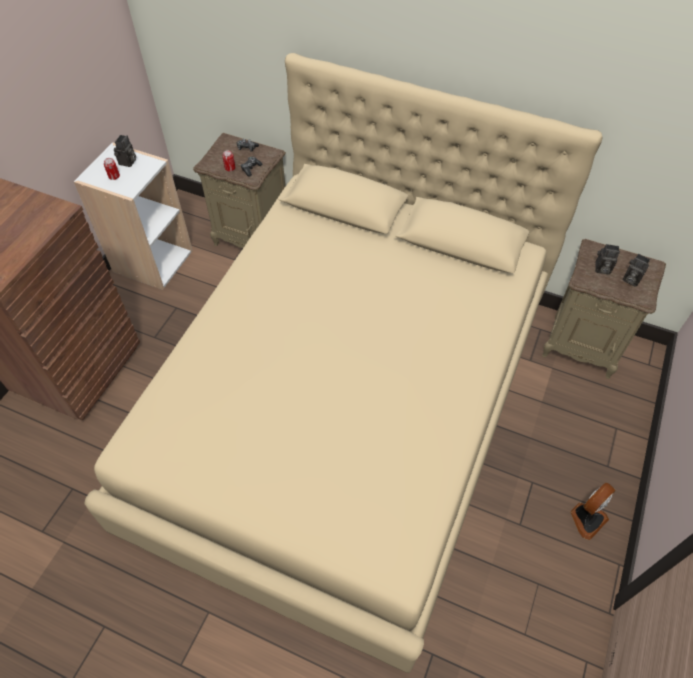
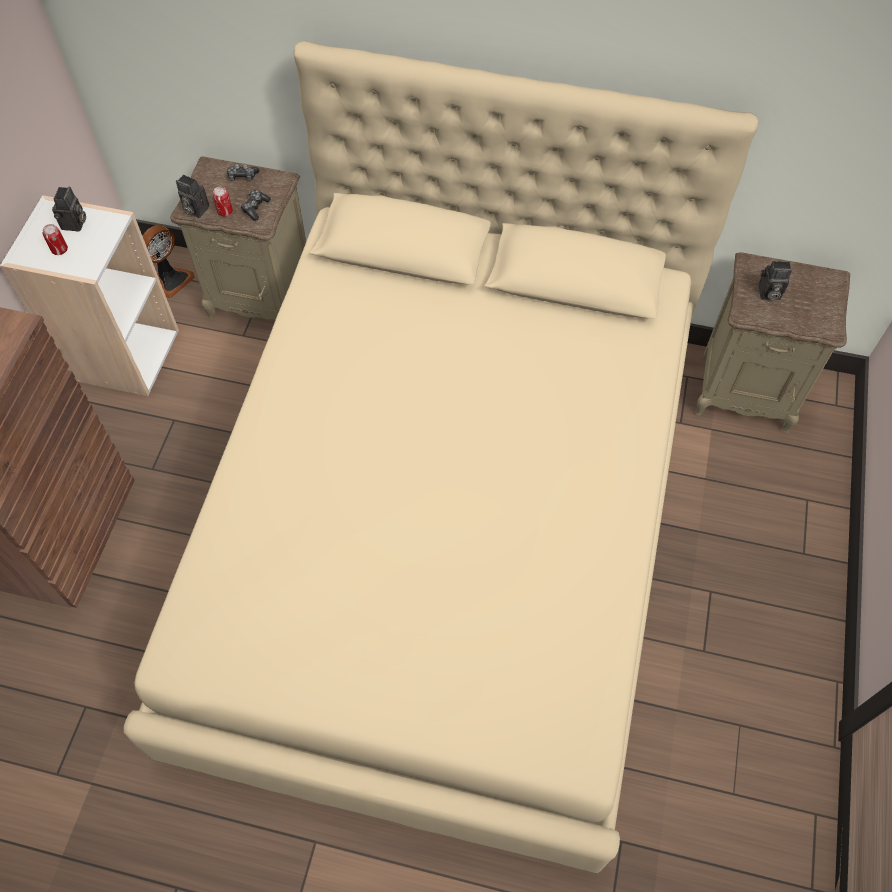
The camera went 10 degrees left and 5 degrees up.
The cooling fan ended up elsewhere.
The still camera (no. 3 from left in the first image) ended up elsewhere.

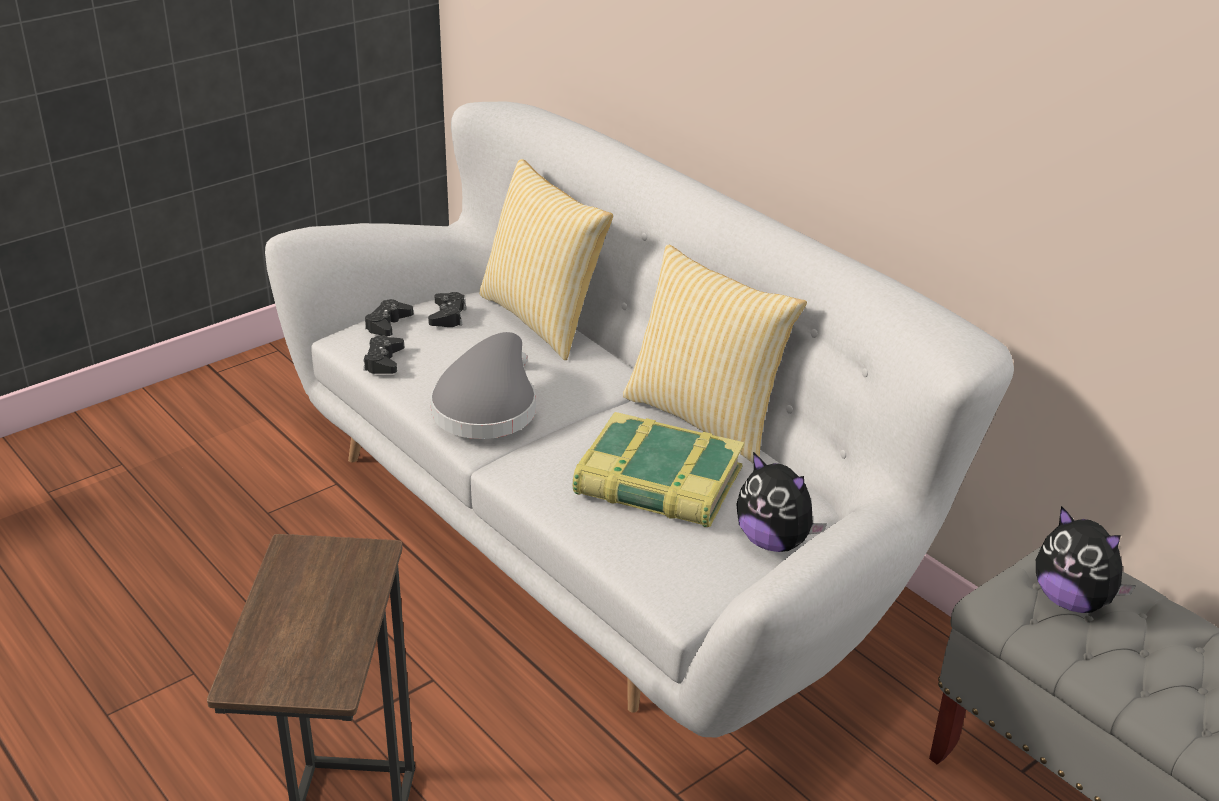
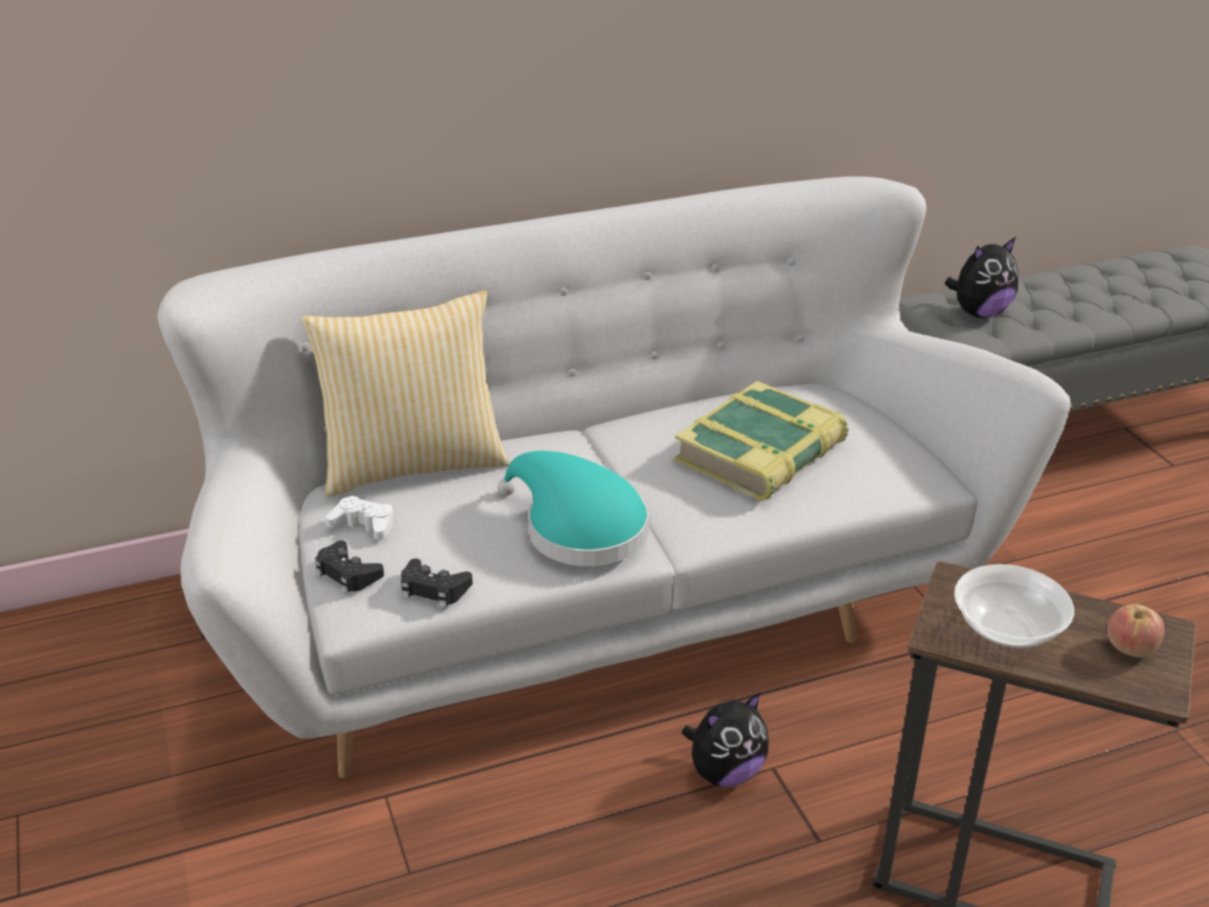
The camera went 70 degrees left and 0 degrees up.
What was the black-coloured joypad (no. 3 from left) turned into the white joypad.
What was the grey clothing hat turned into the blue-green clothing hat.
The soft toy (no. 1 from left) ended up elsewhere.
The second view gained the deep dish.
The second view gained the apple.
The second view lost the cushion (no. 2 from left).

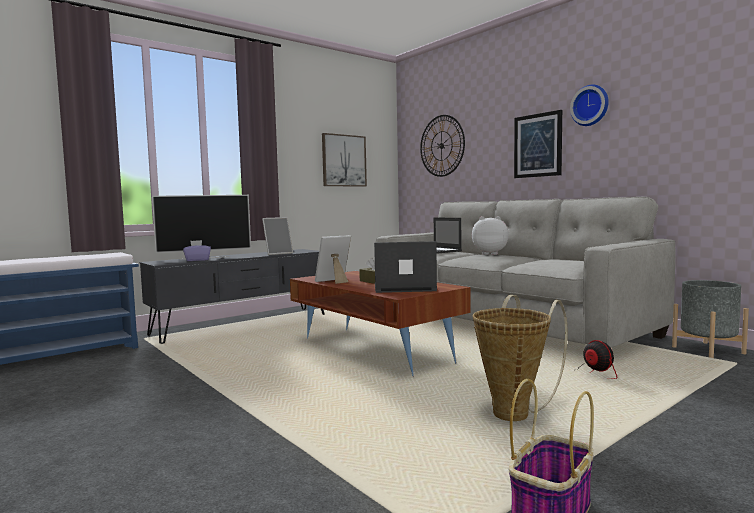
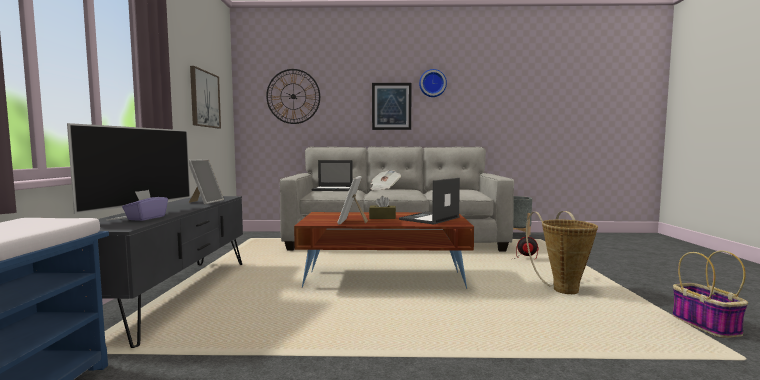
The camera went 50 degrees left and 0 degrees up.
Where the soft toy stood, the daily paper came to stand.

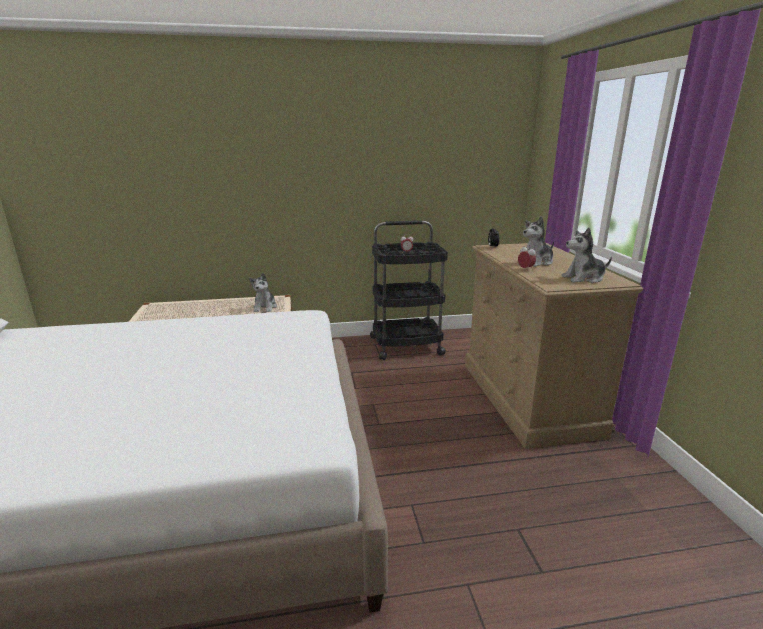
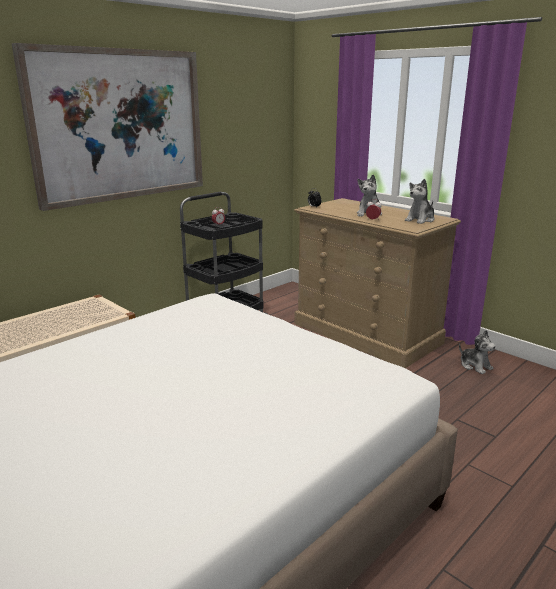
The camera went 35 degrees left and 0 degrees up.
The second view gained the wall picture.
The soft toy (no. 1 from left in the first image) ended up elsewhere.

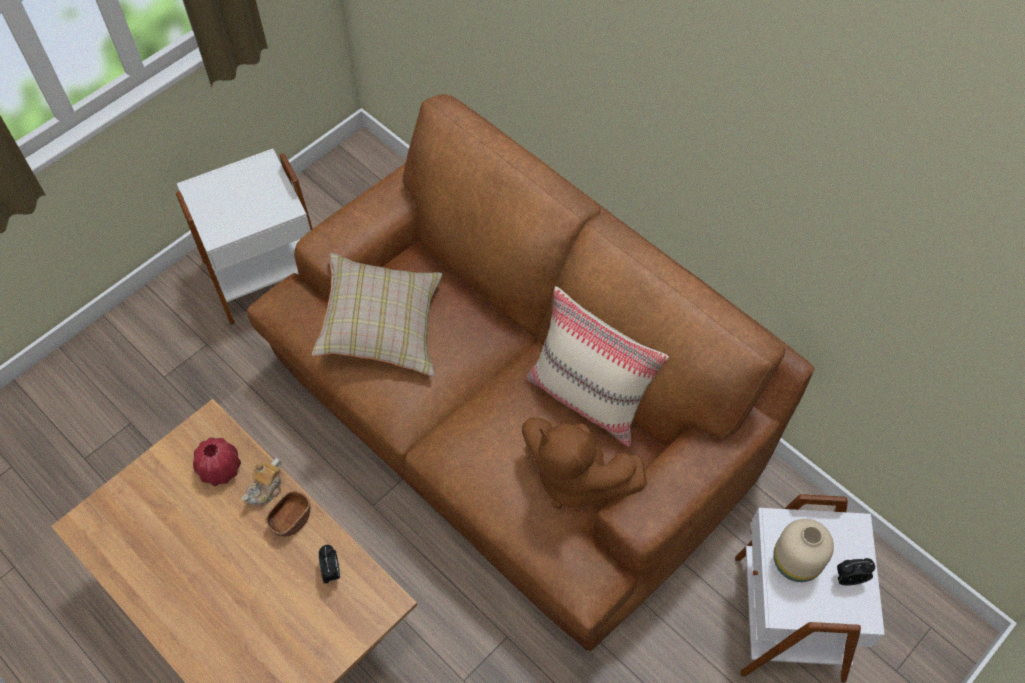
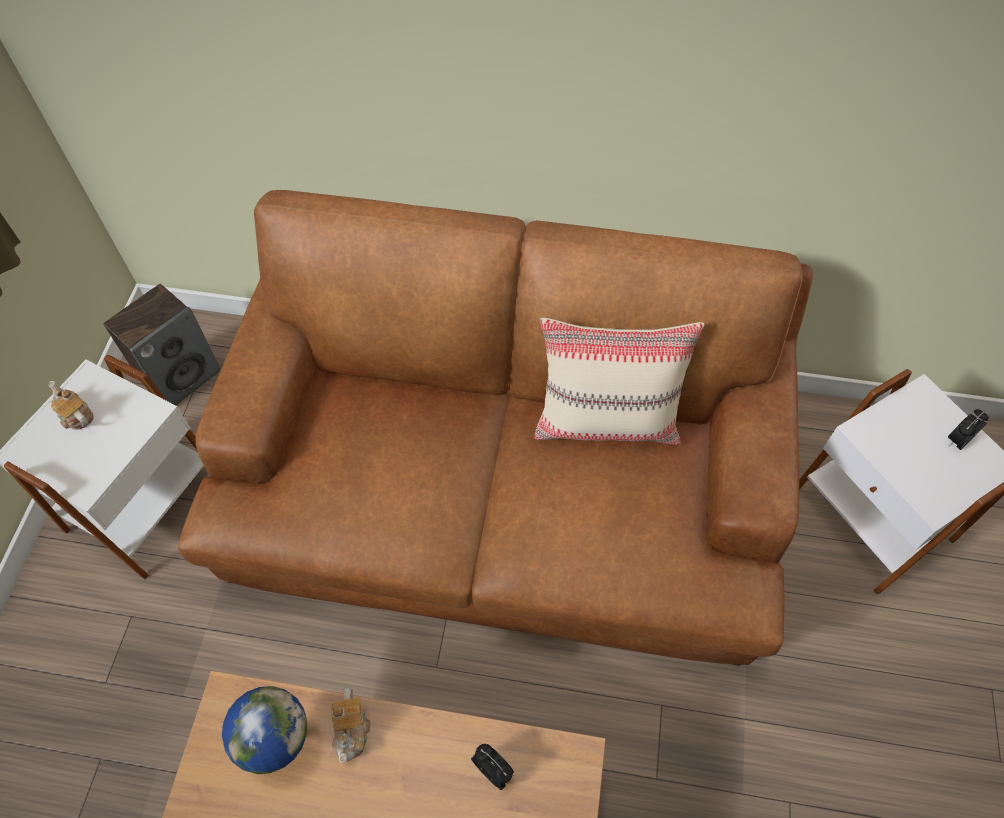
The camera went 35 degrees left and 0 degrees up.
The second view gained the teapot (no. 1 from left).
The second view gained the loudspeaker.
Where the red-coloured flower vase stood, the desk globe came to stand.
The second view lost the brown deep dish.
The second view lost the sand-coloured cushion (no. 1 from left).
The second view lost the brown soft toy.
The second view lost the sand-coloured flower vase.

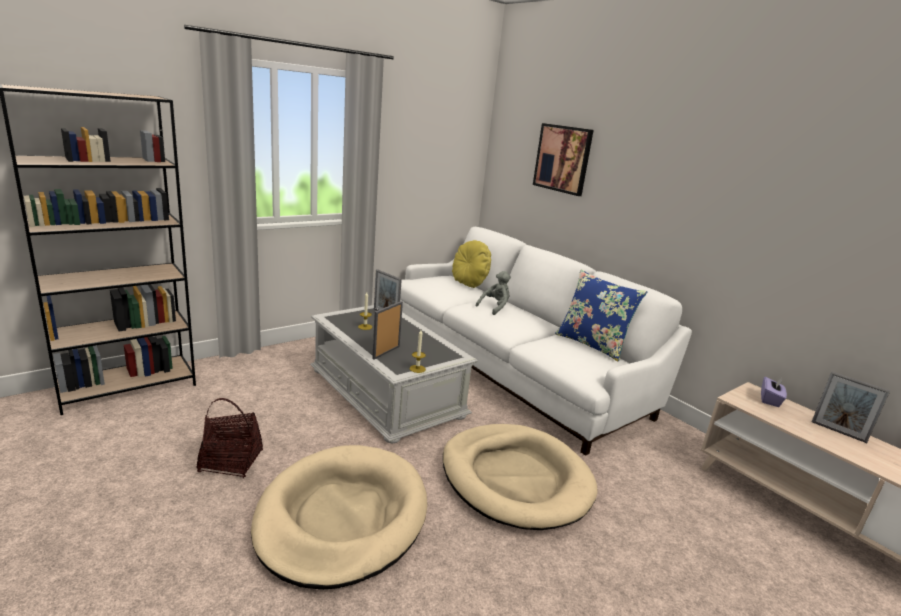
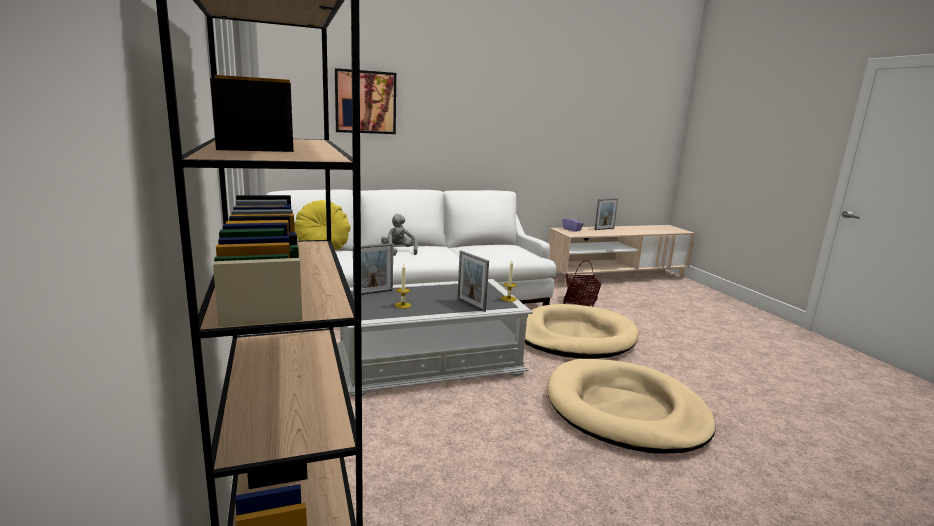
The camera went 70 degrees left and 5 degrees down.
The storage basket ended up elsewhere.
The second view lost the bluish cushion.

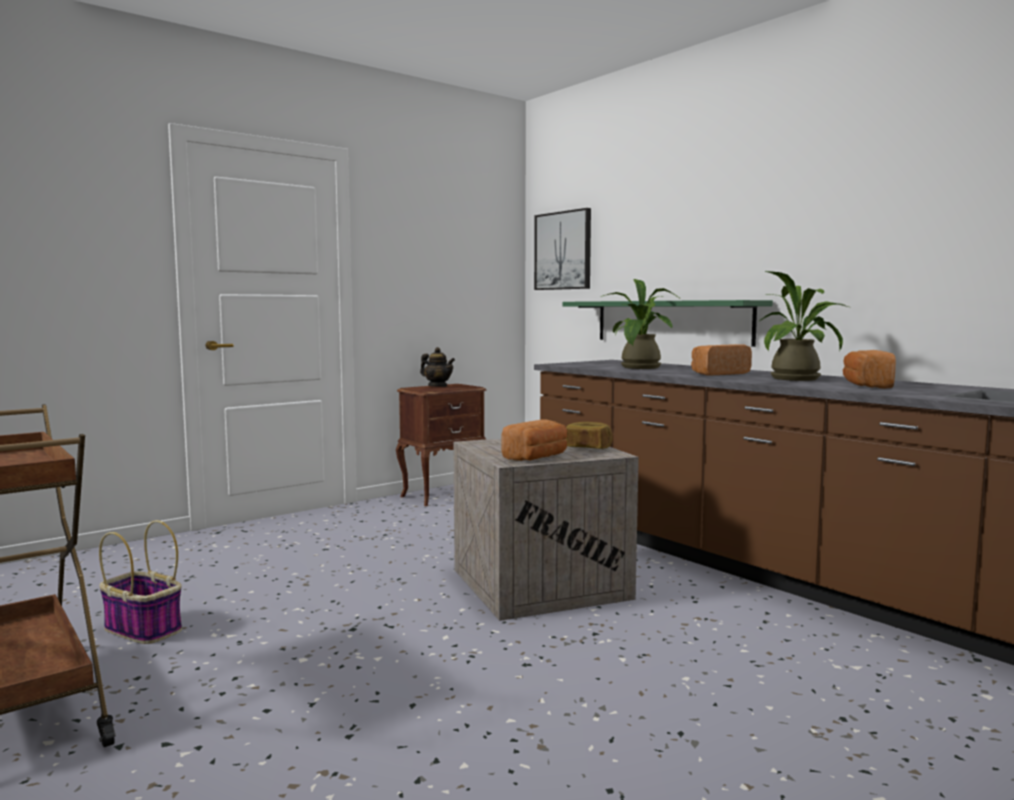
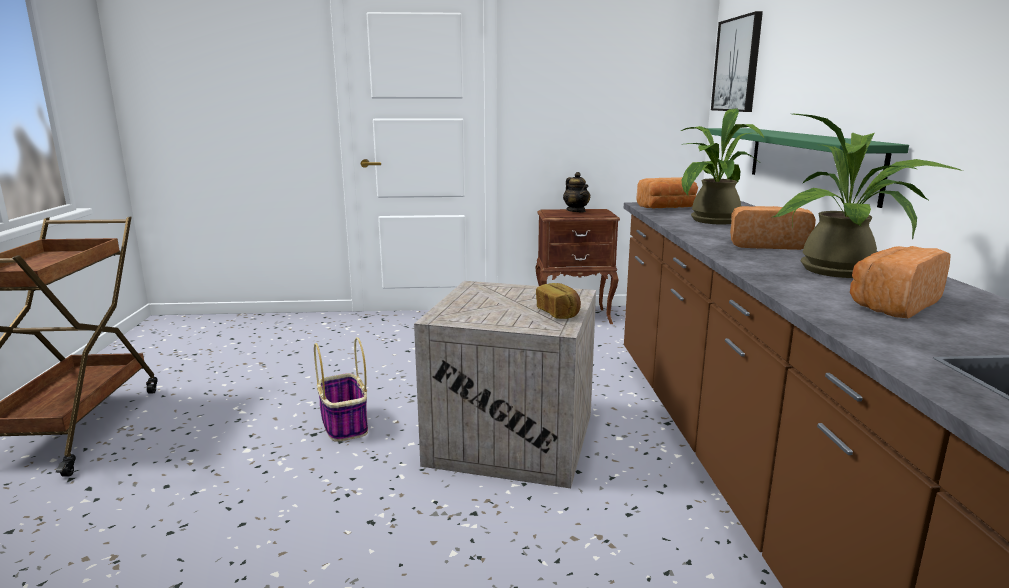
The camera went 35 degrees right and 10 degrees up.
The storage basket ended up elsewhere.
The bakery bread (no. 1 from left in the first image) ended up elsewhere.

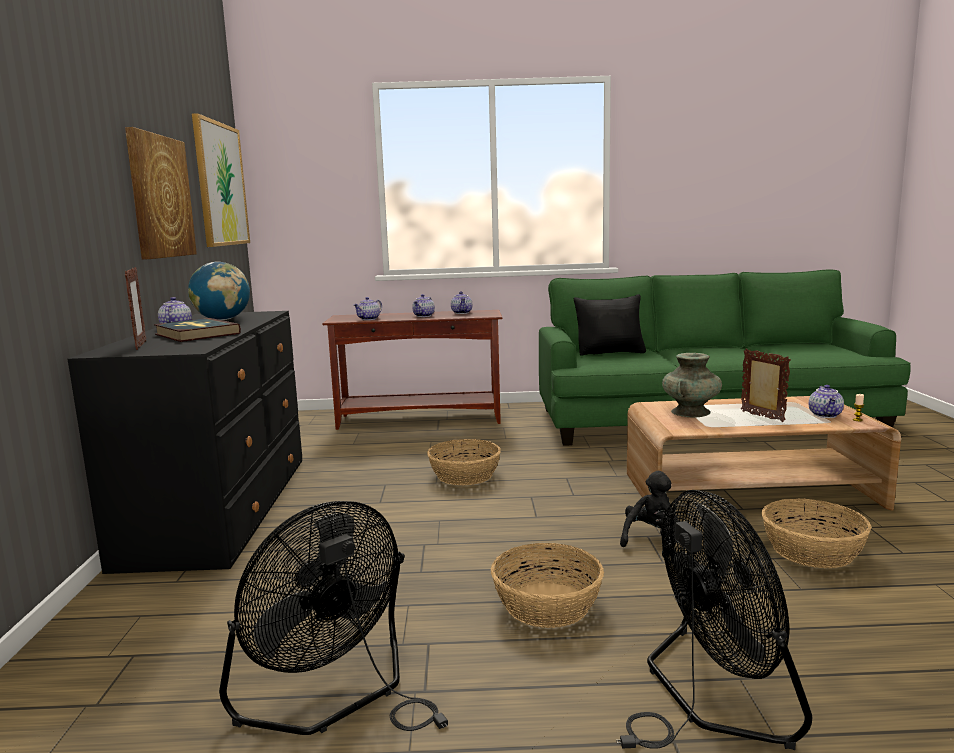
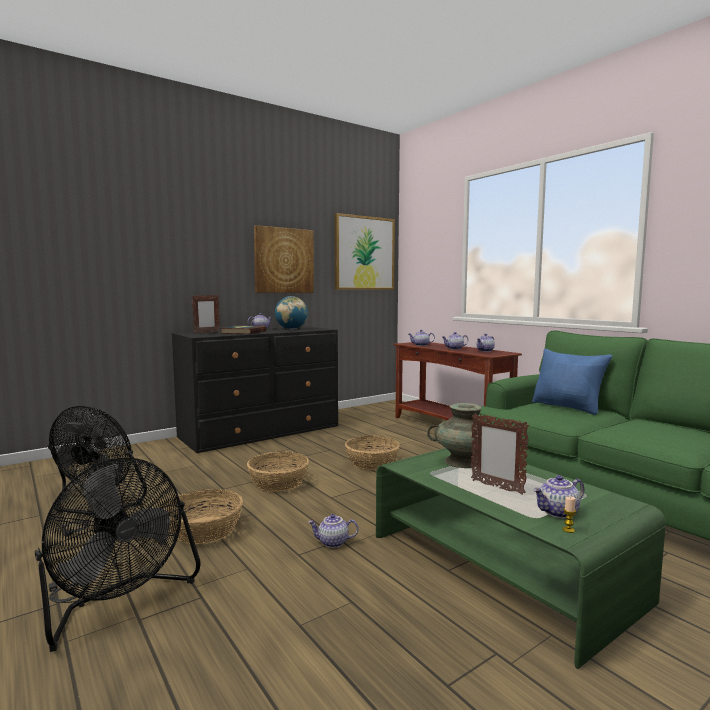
The camera went 55 degrees right and 5 degrees down.
The storage basket (no. 3 from left in the first image) ended up elsewhere.
Where the black-coloured soft toy stood, the teapot (no. 2 from left) came to stand.
What was the brown low table turned into the green-coloured low table.
The photo frame (no. 2 from left) ended up facing another way, 105 degrees clockwise from before.
What was the black-coloured cushion turned into the bluish cushion.

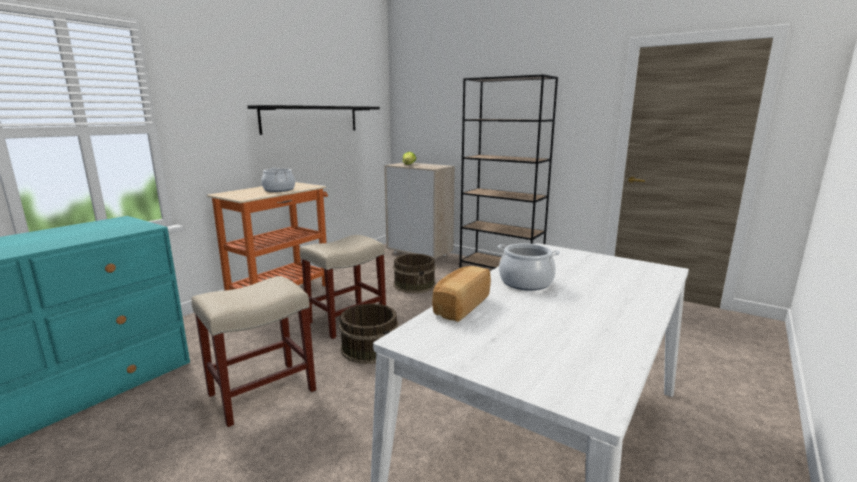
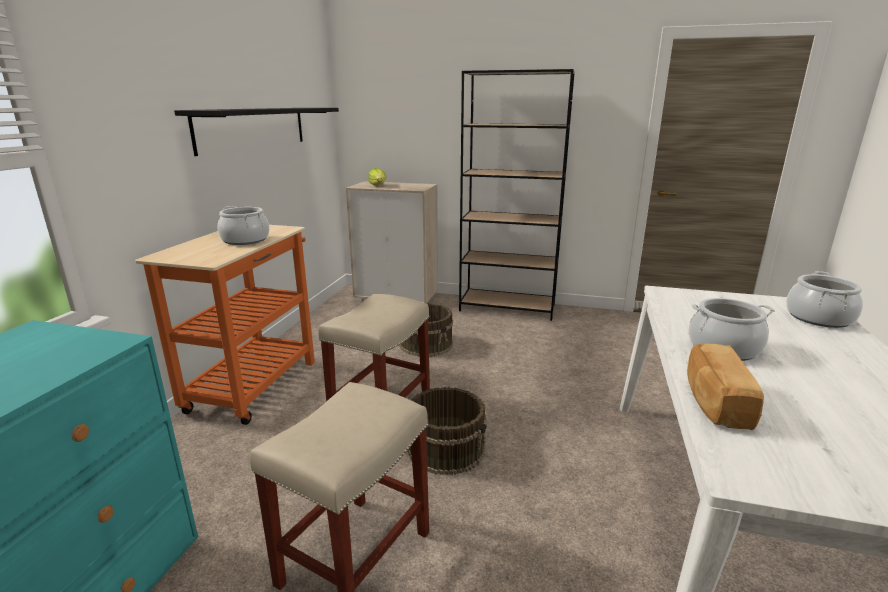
The camera went 20 degrees left and 5 degrees up.
The second view gained the saucepot (no. 3 from left).

